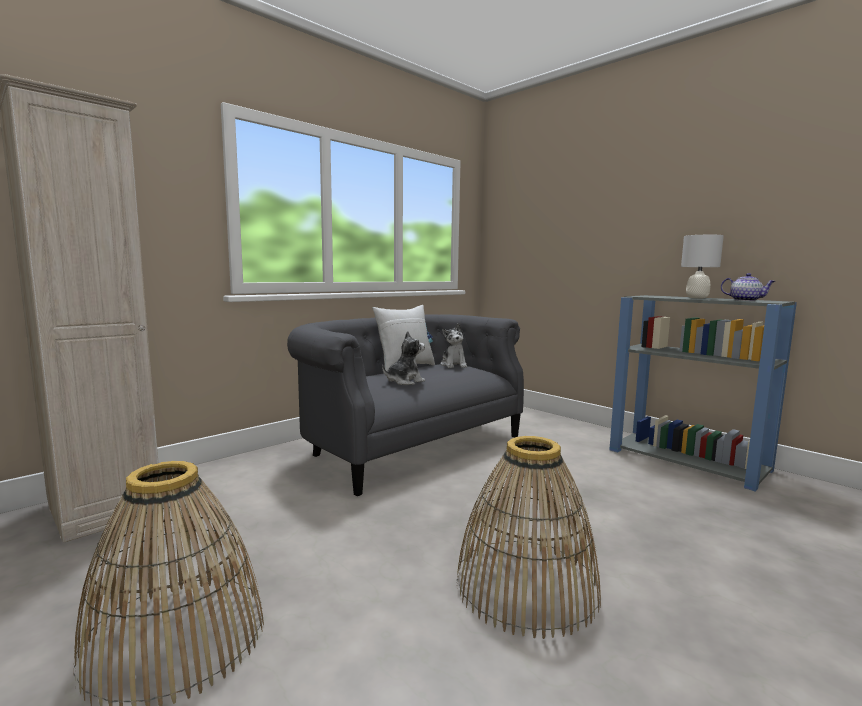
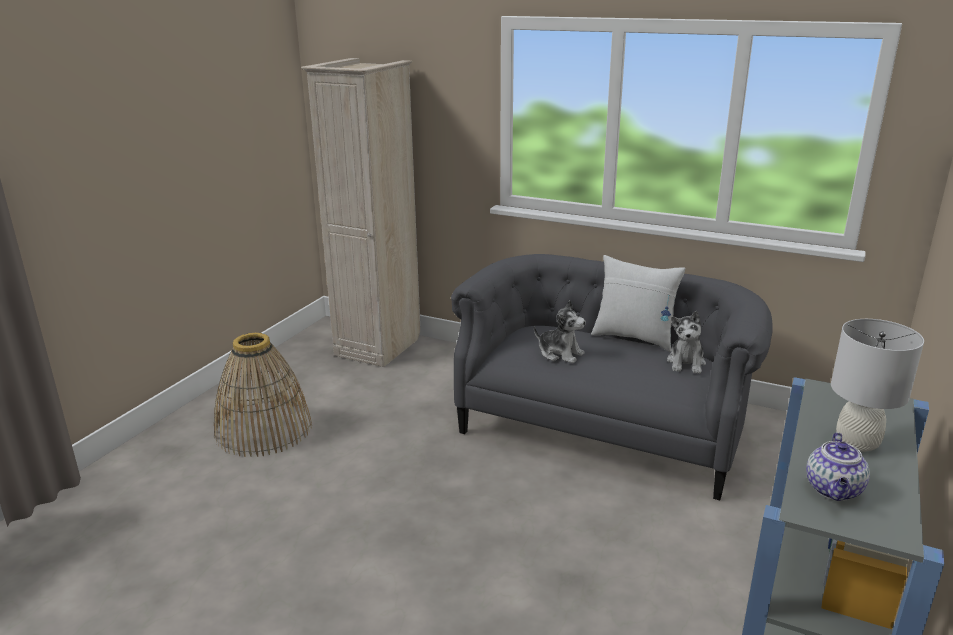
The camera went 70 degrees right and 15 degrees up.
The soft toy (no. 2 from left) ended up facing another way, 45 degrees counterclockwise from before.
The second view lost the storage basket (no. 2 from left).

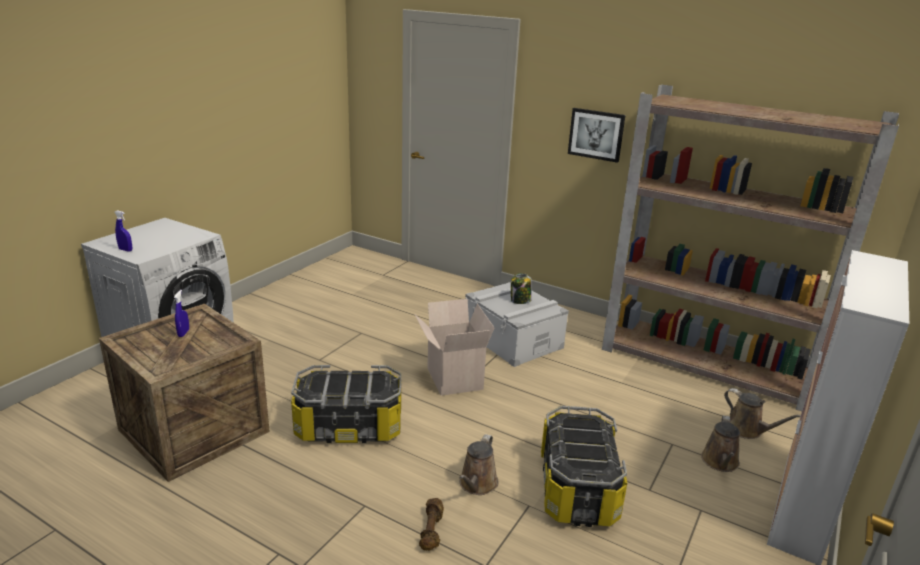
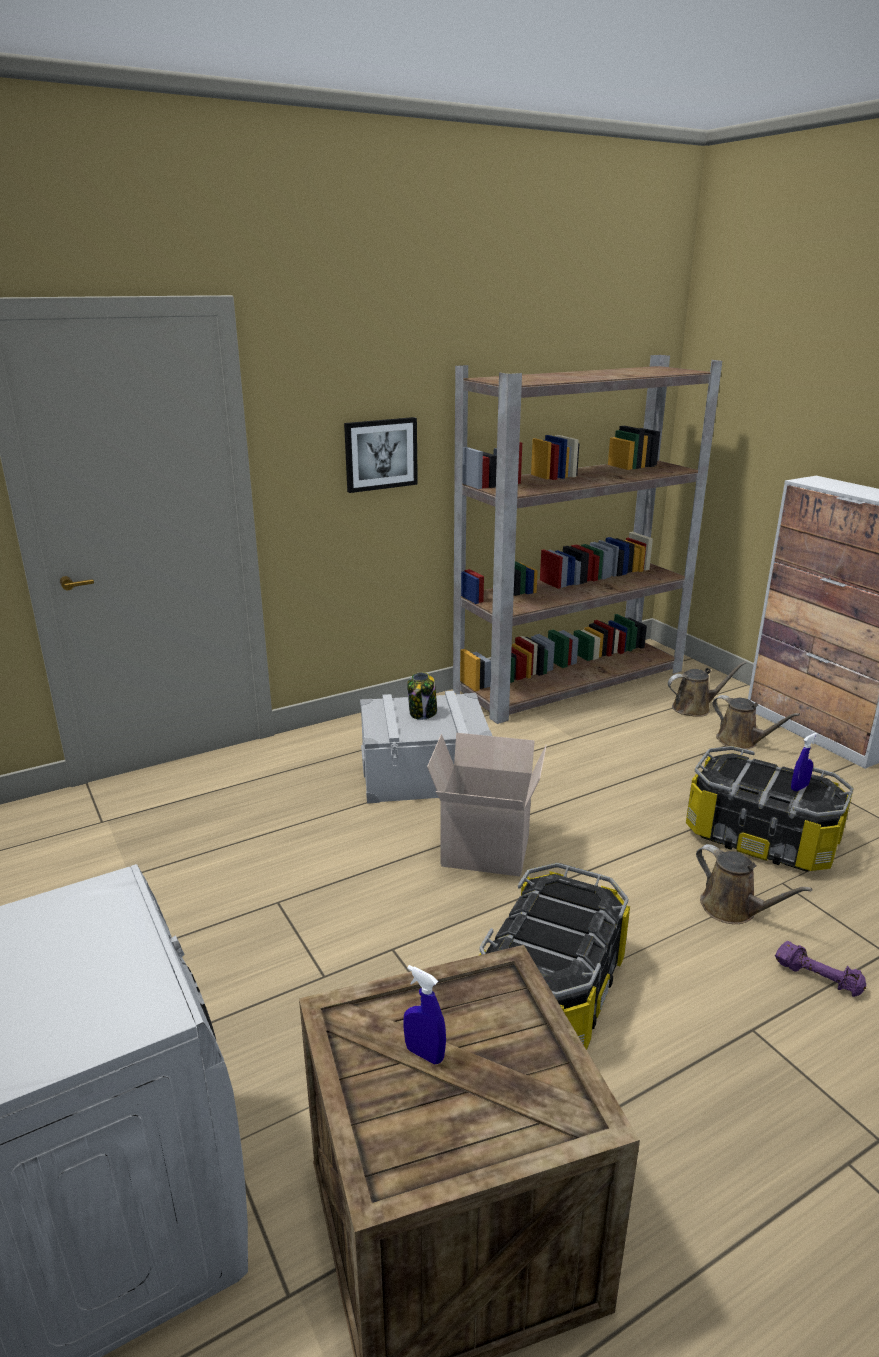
The camera went 60 degrees left and 0 degrees up.
What was the brown dumbbell turned into the purple dumbbell.
The bluish sprayer (no. 1 from left in the first image) ended up elsewhere.

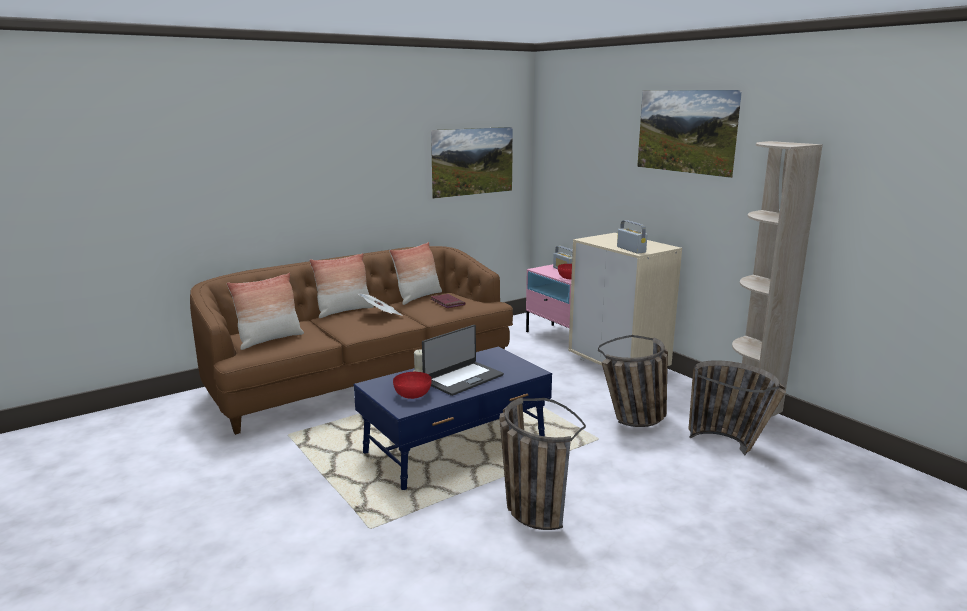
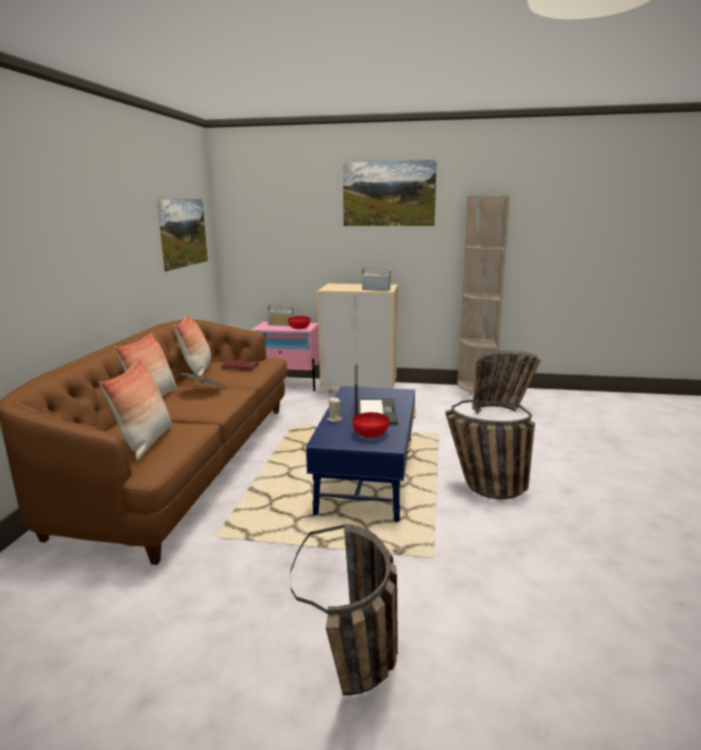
The camera went 45 degrees left and 0 degrees up.
The storage basket (no. 2 from left in the first image) ended up elsewhere.

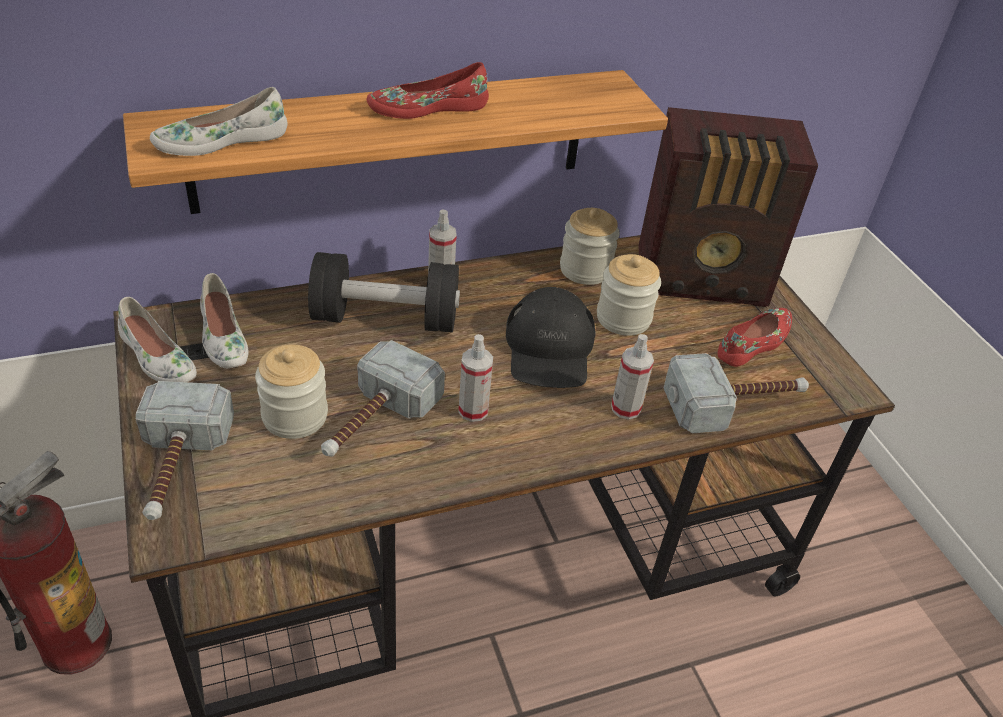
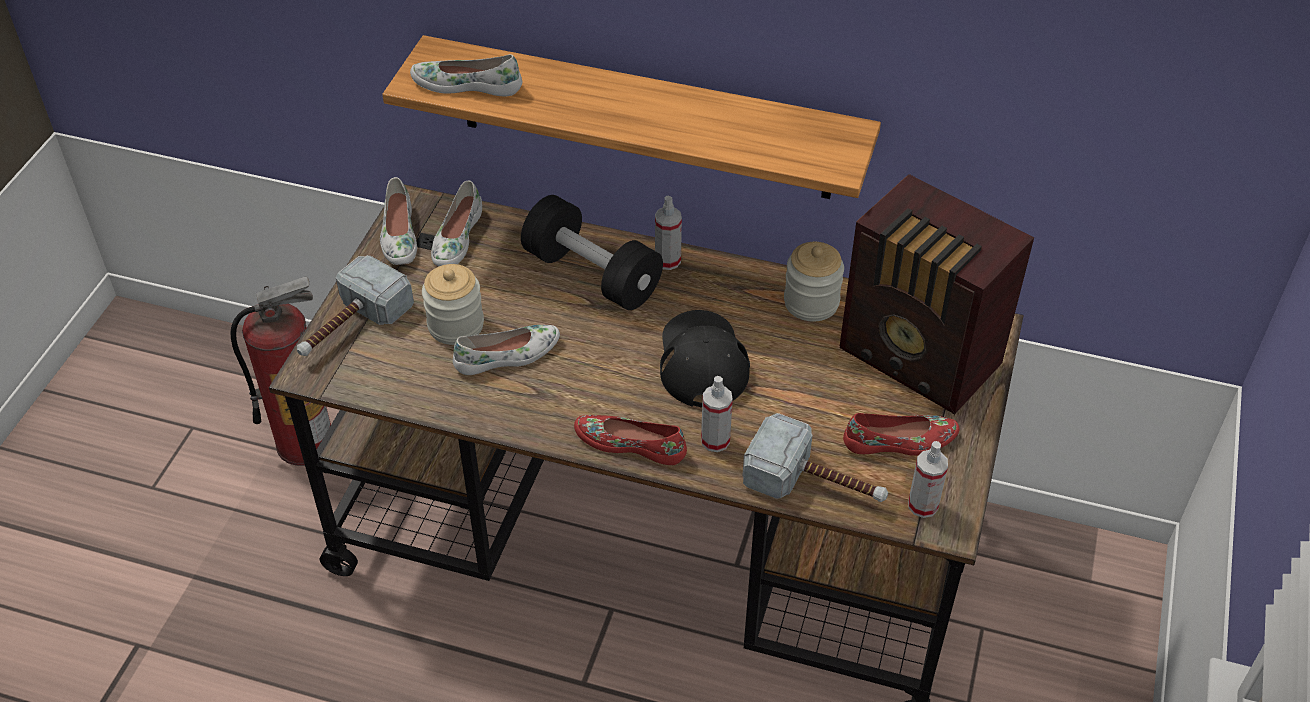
The camera went 40 degrees right and 5 degrees up.
Where the hammer (no. 2 from left) stood, the white shoe (no. 4 from left) came to stand.
The red-coloured shoe (no. 1 from left) ended up elsewhere.
The black-coloured cap ended up facing another way, 135 degrees clockwise from before.
The sprayer (no. 2 from left in the first image) ended up elsewhere.
The second view lost the jar (no. 3 from left).

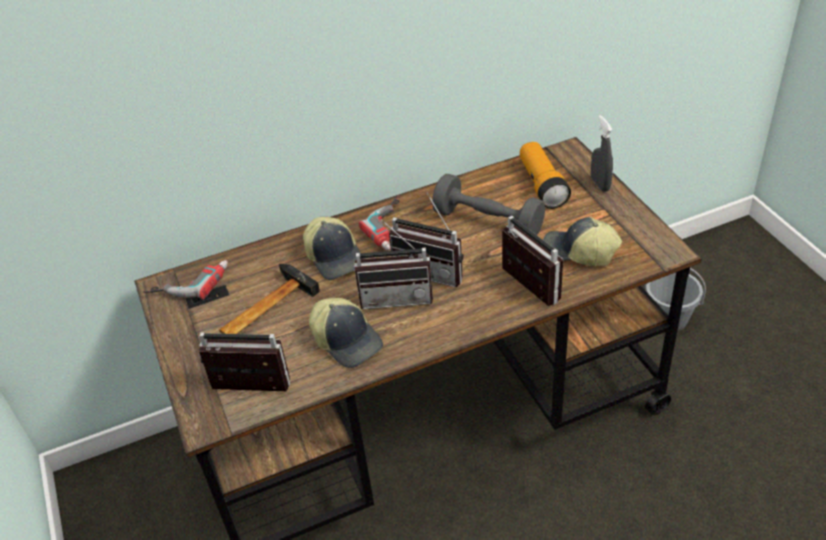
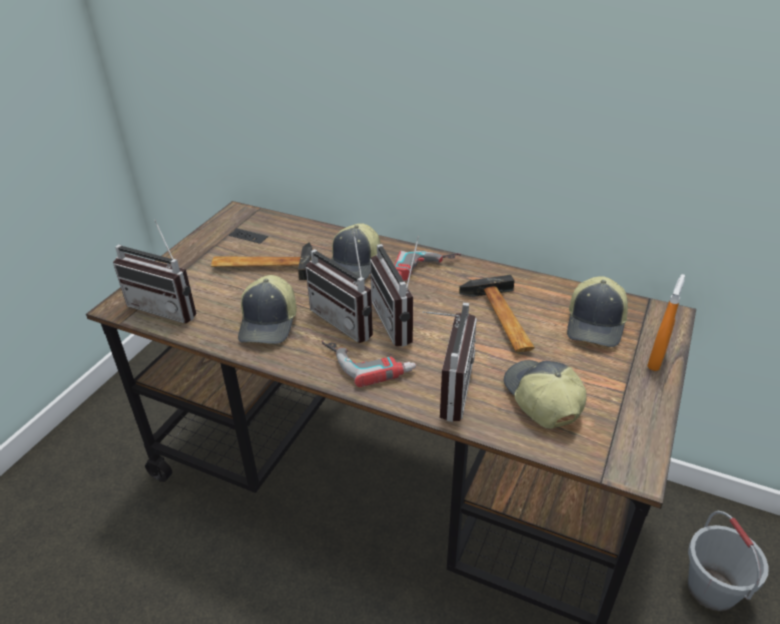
The camera went 45 degrees right and 5 degrees down.
The radio set (no. 1 from left) ended up facing another way, 150 degrees clockwise from before.
The drill (no. 1 from left) ended up elsewhere.
Where the grey dumbbell stood, the hammer (no. 2 from left) came to stand.
Where the torch stood, the cap (no. 4 from left) came to stand.
What was the grey sprayer turned into the orange sprayer.

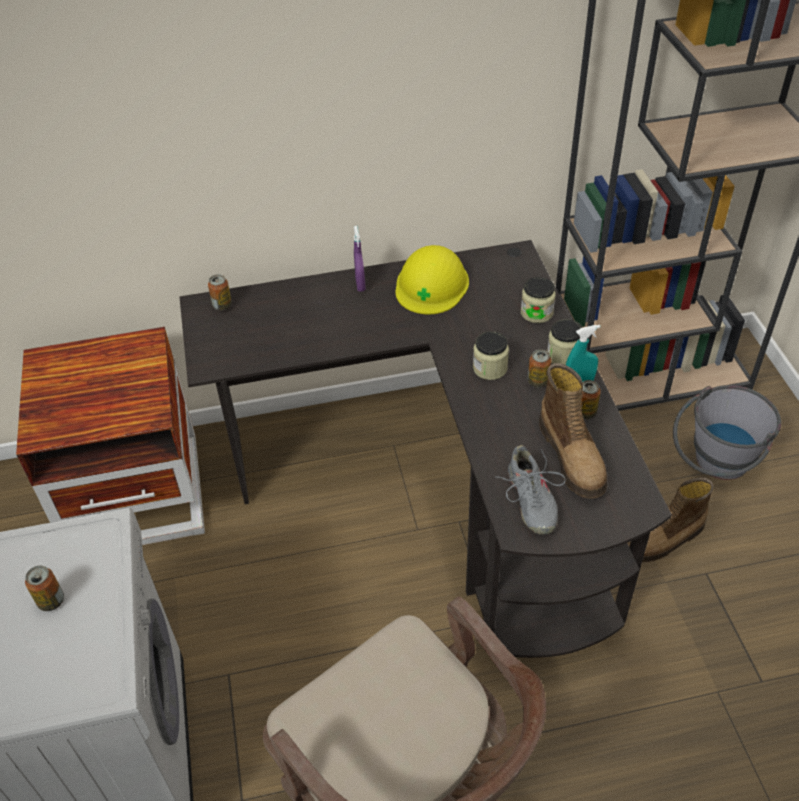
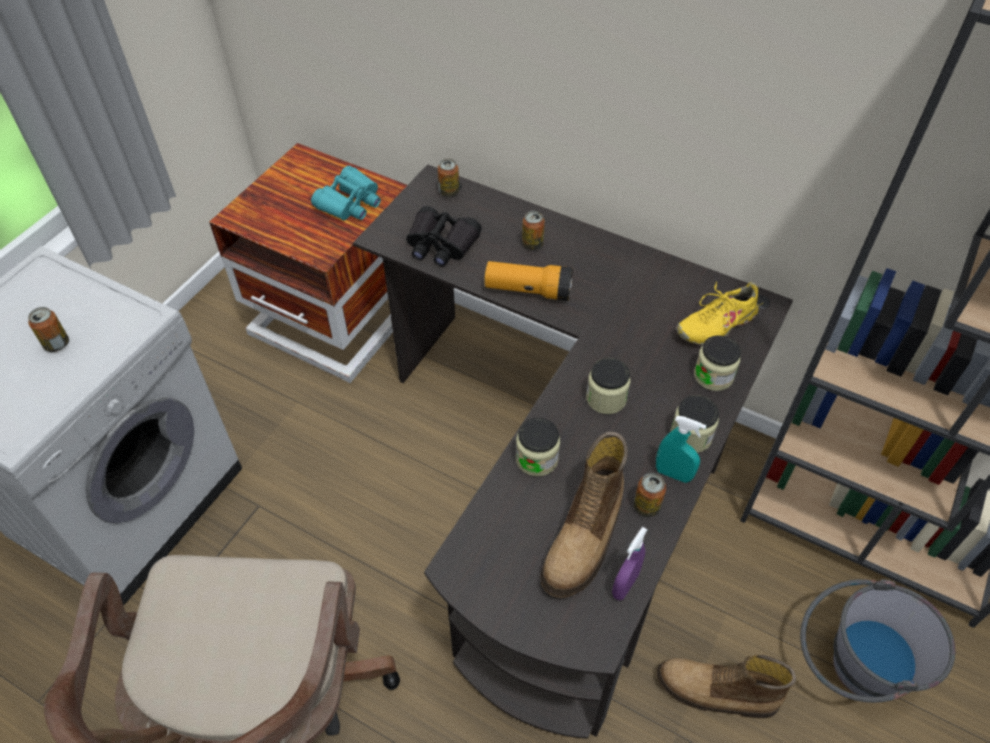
The camera went 40 degrees right and 5 degrees up.
The second view gained the blue-green pair of binoculars.
The second view gained the black-coloured pair of binoculars.
The second view gained the torch.
The second view gained the jar (no. 1 from left).
The metal can (no. 3 from left) ended up elsewhere.
The purple sprayer ended up elsewhere.
The second view gained the yellow-coloured shoe.
The second view lost the yellow-coloured work helmet.
The second view lost the grey shoe.

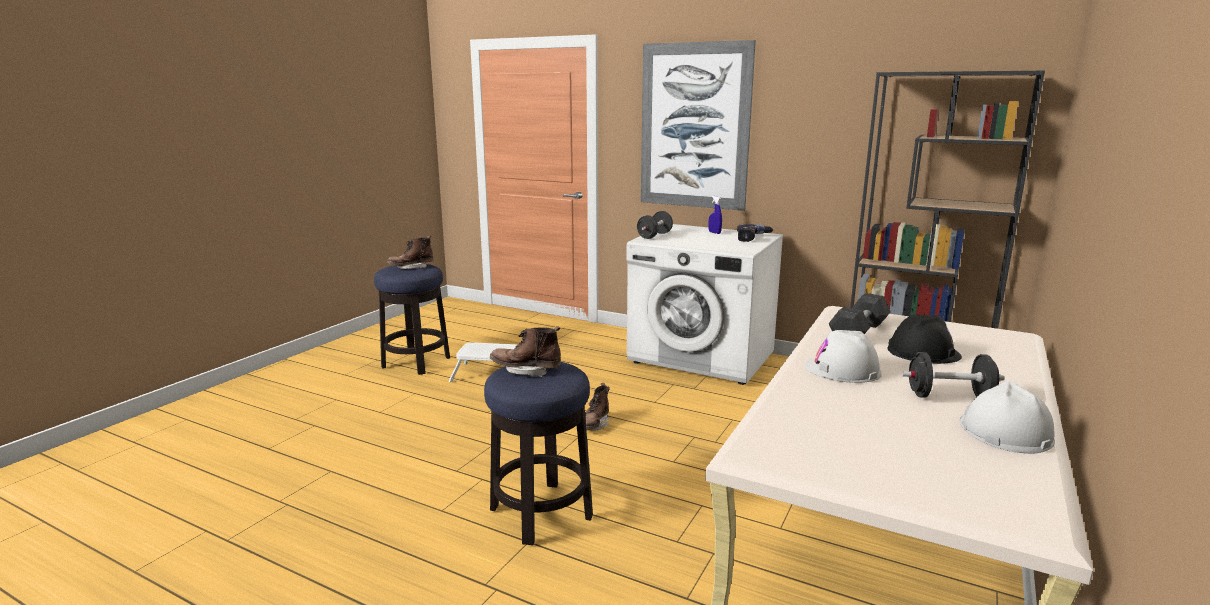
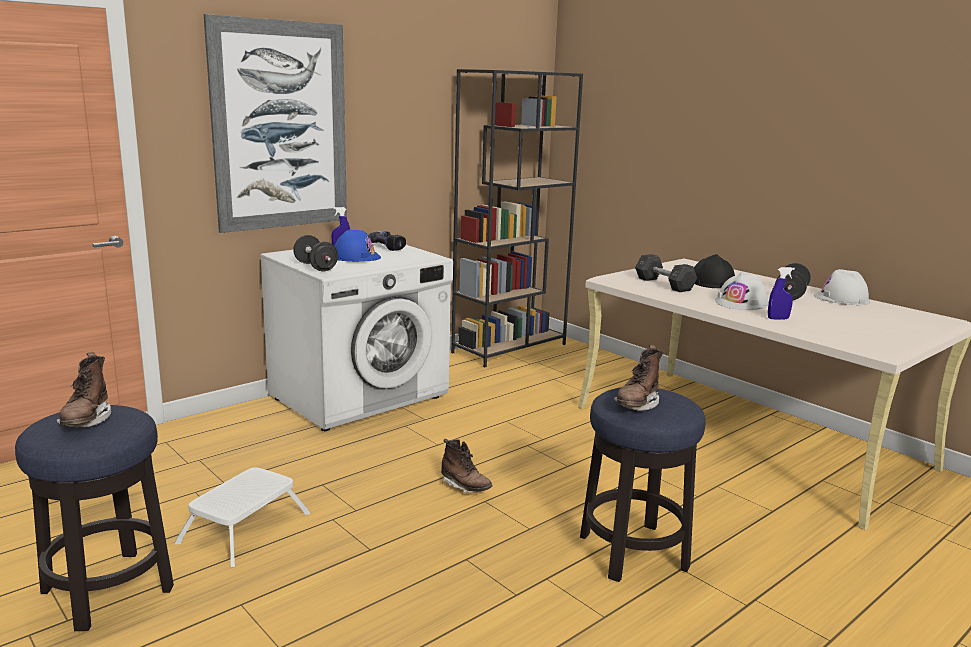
The camera went 70 degrees left and 0 degrees up.
The second view gained the bluish work helmet.
The second view gained the bluish sprayer (no. 2 from left).

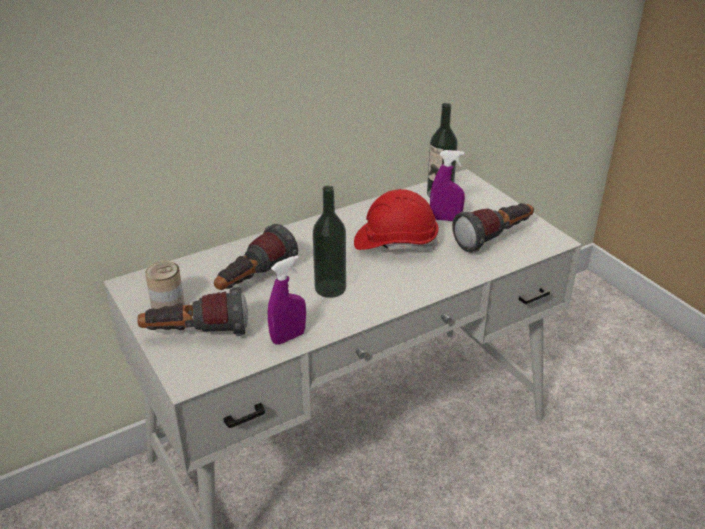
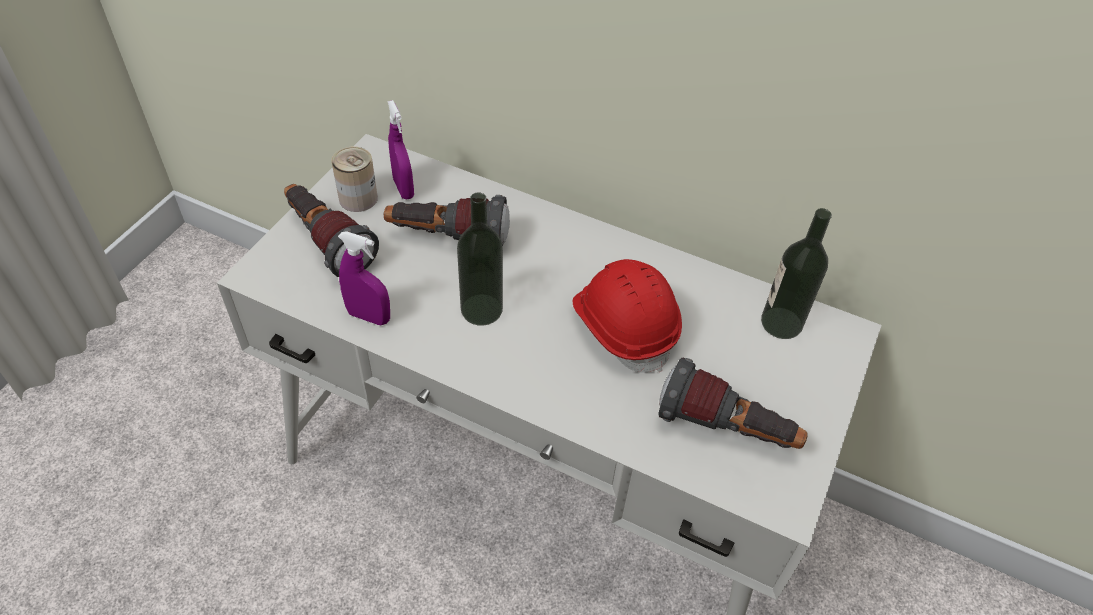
The camera went 55 degrees right and 15 degrees up.
The purple sprayer (no. 2 from left) ended up elsewhere.

